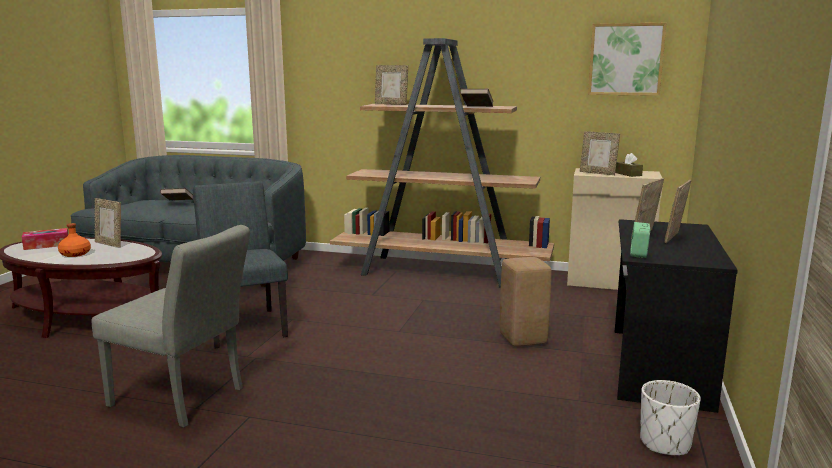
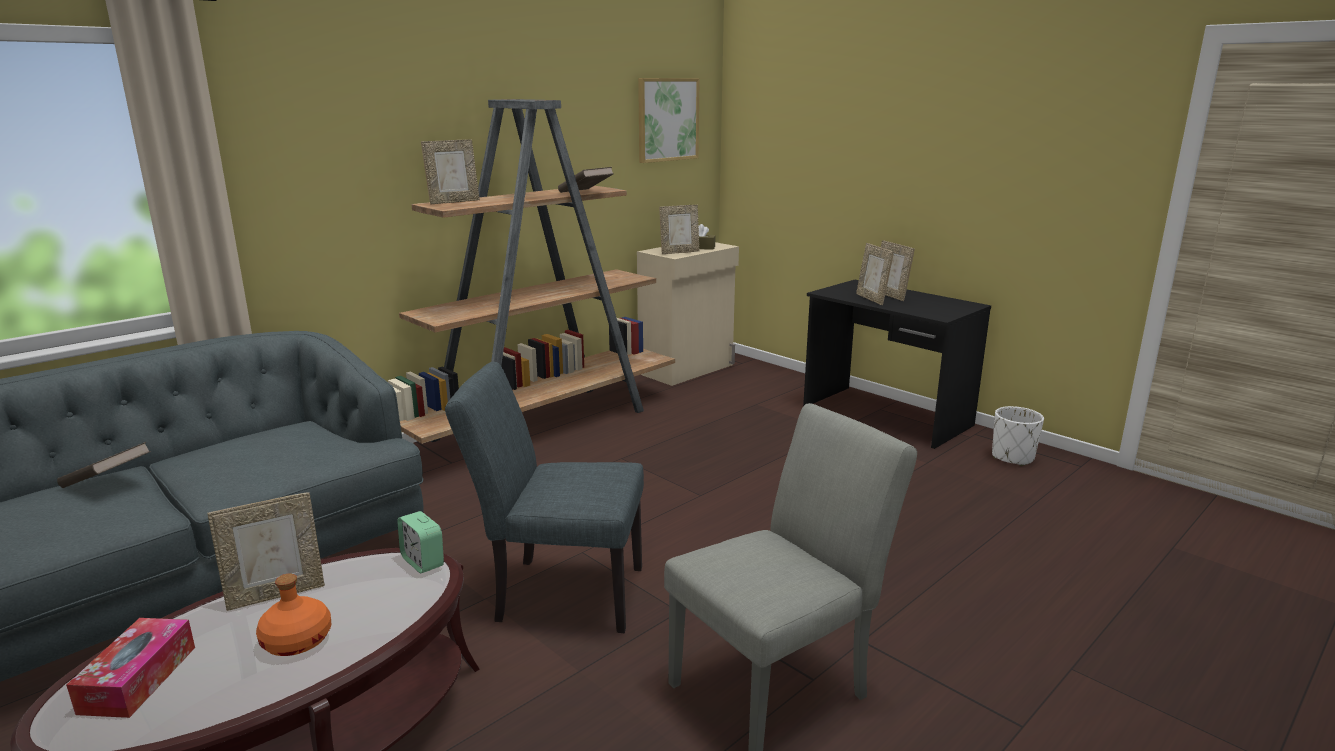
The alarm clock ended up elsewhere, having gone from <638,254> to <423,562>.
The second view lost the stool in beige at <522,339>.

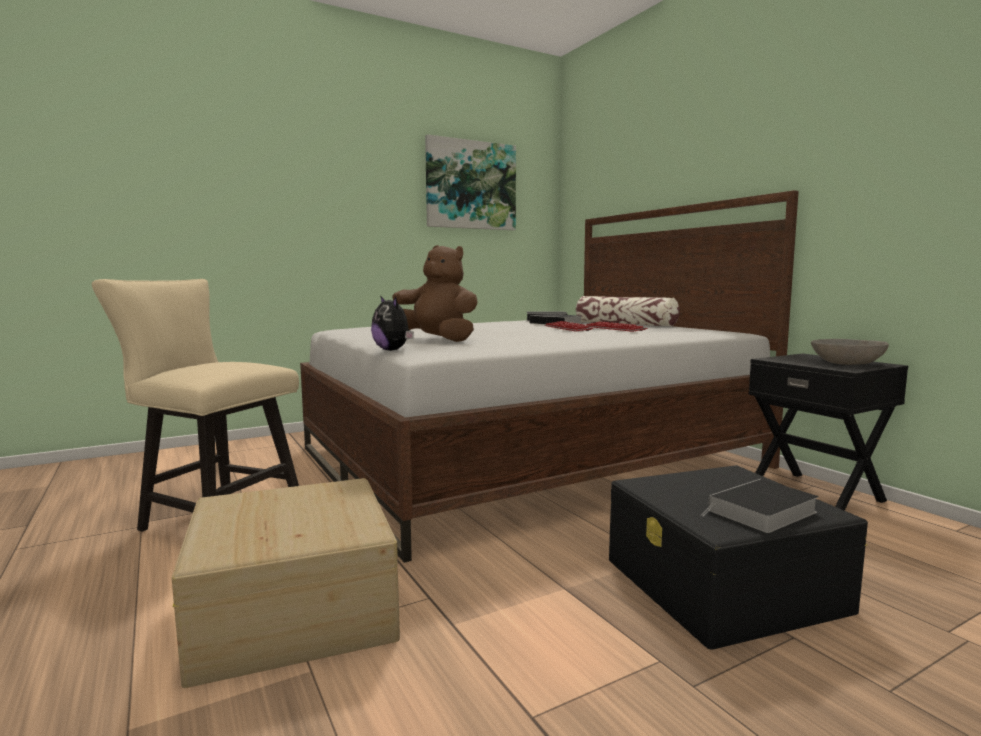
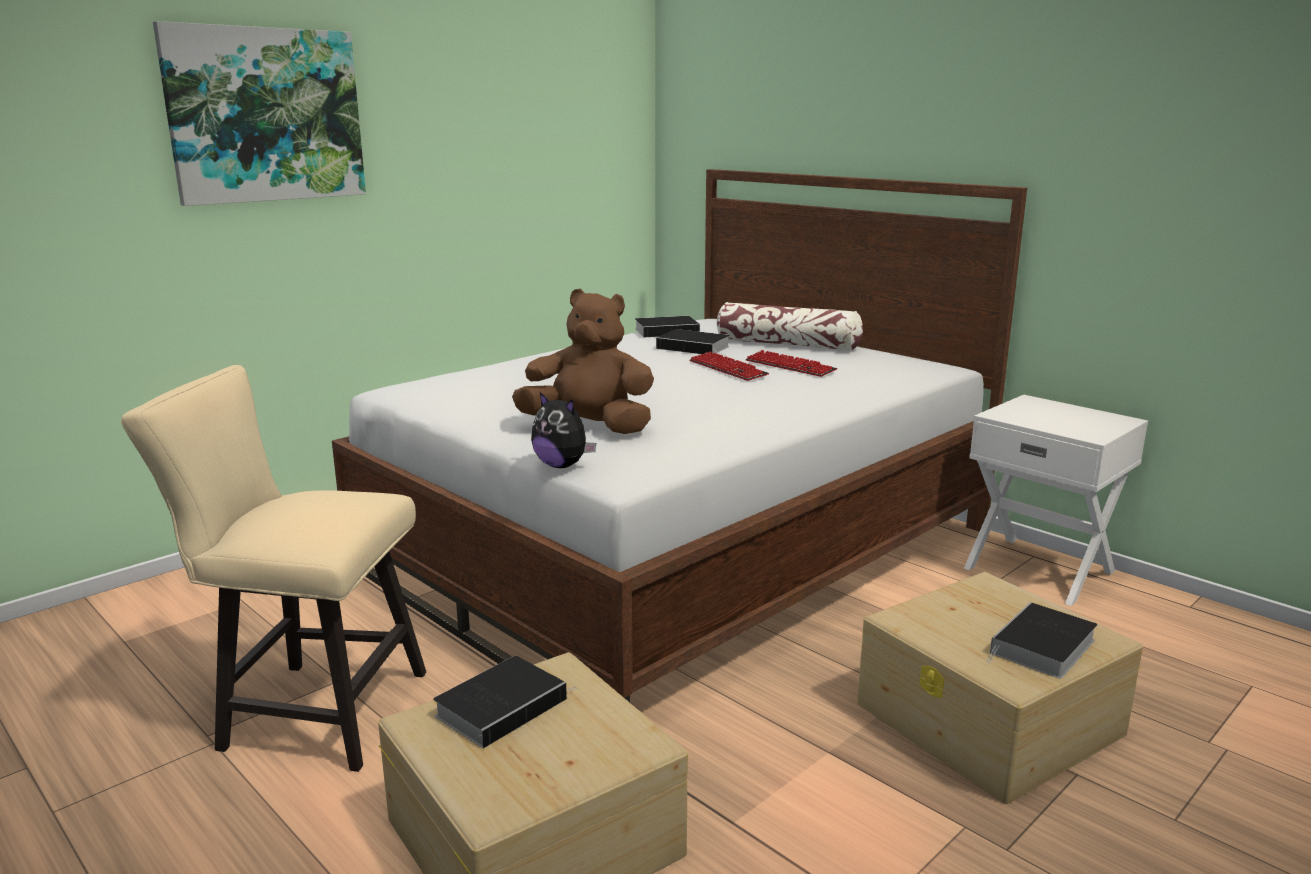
The picture ended up elsewhere, having gone from <471,185> to <266,115>.
The second view lost the bowl in grey at <846,363>.
What was the nightstand in black at <816,493> turned into the nightstand in white at <1040,569>.
What was the storage box in black at <723,585> turned into the storage box in beige at <989,719>.
The second view gained the book at <503,705>.

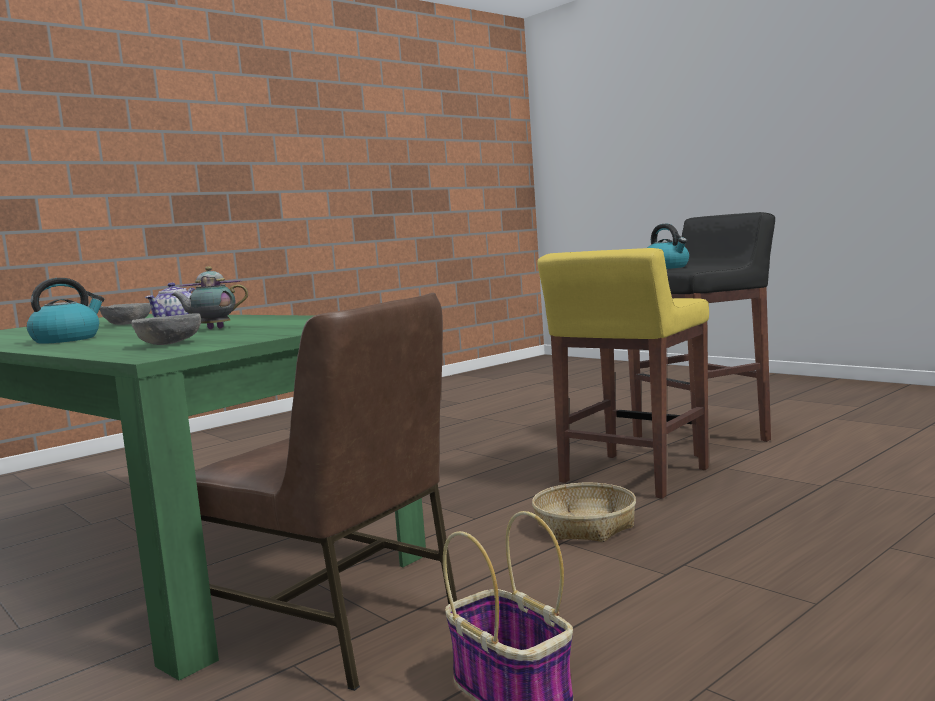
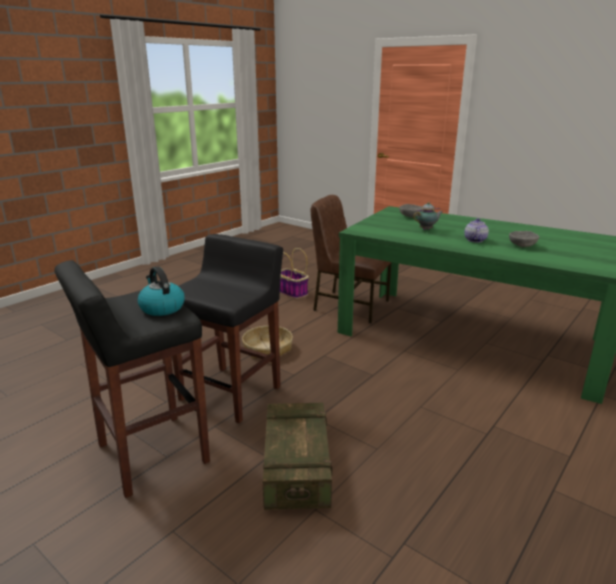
What was the stool in yellow at <632,476> turned into the stool in black at <231,393>.
The second view lost the kettle at <67,339>.
The second view gained the crate at <297,469>.

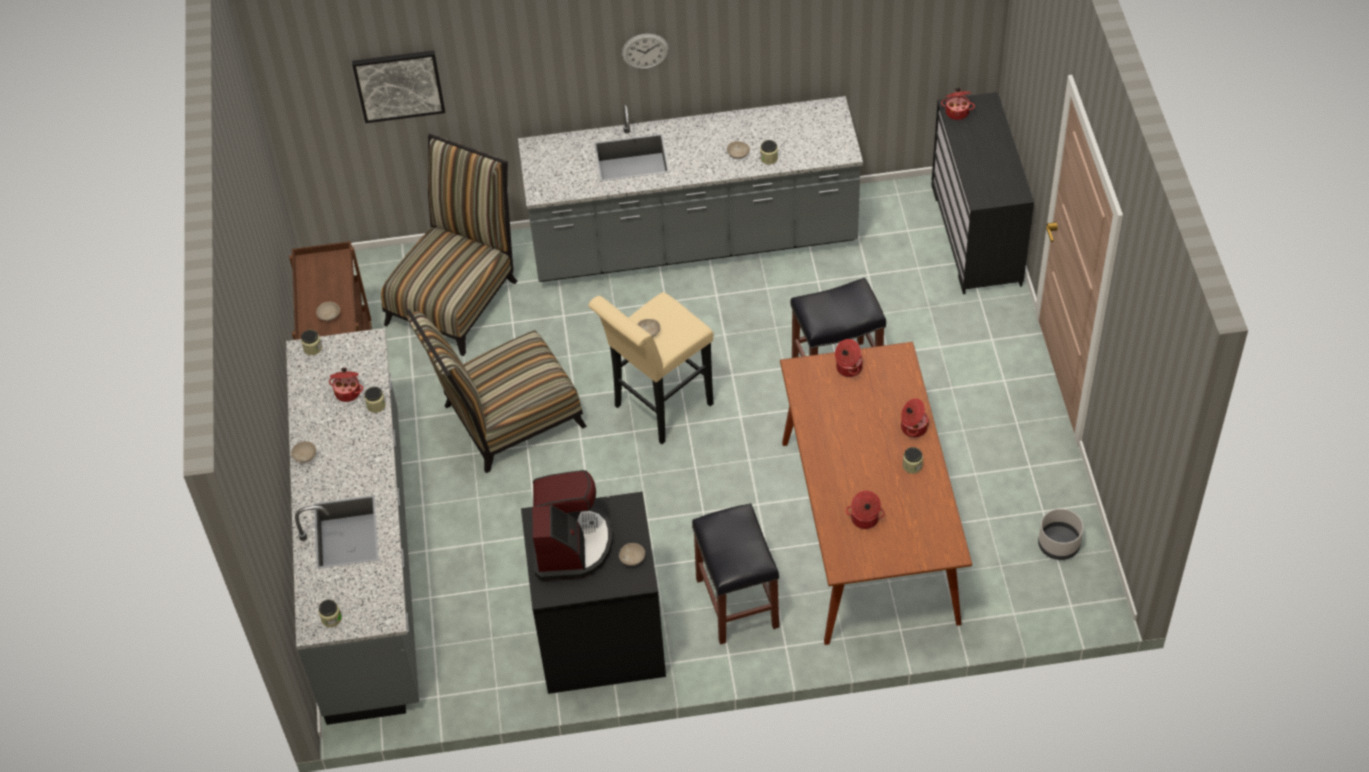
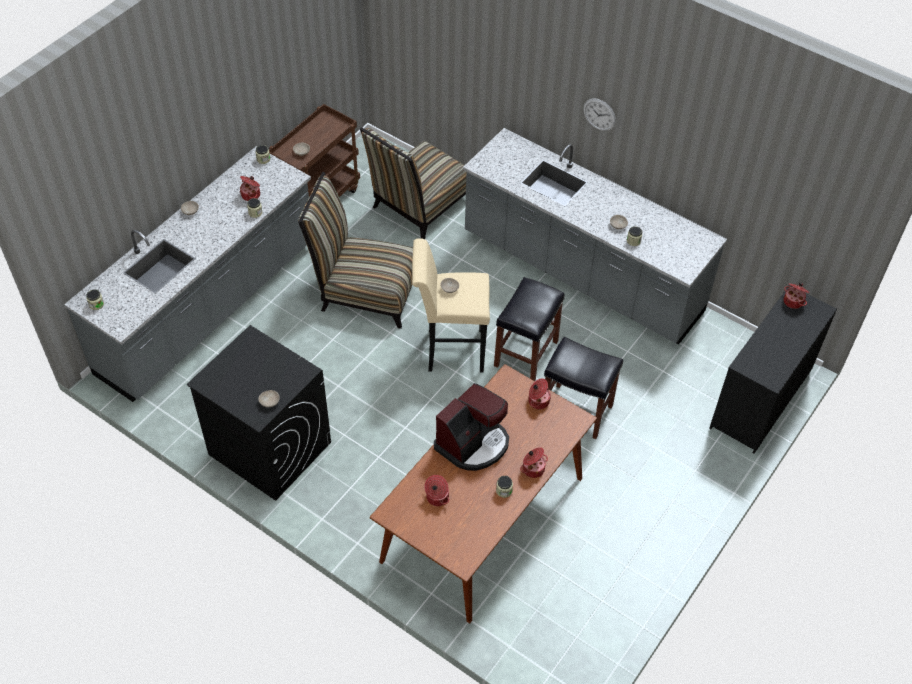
The second view lost the picture at <399,85>.
The chair at <456,296> ended up facing another way, 150 degrees clockwise from before.
The coffee machine ended up elsewhere, having gone from <571,545> to <473,443>.
The stool in black ended up elsewhere, having gone from <736,602> to <526,353>.
The second view lost the planter in grey at <1058,544>.

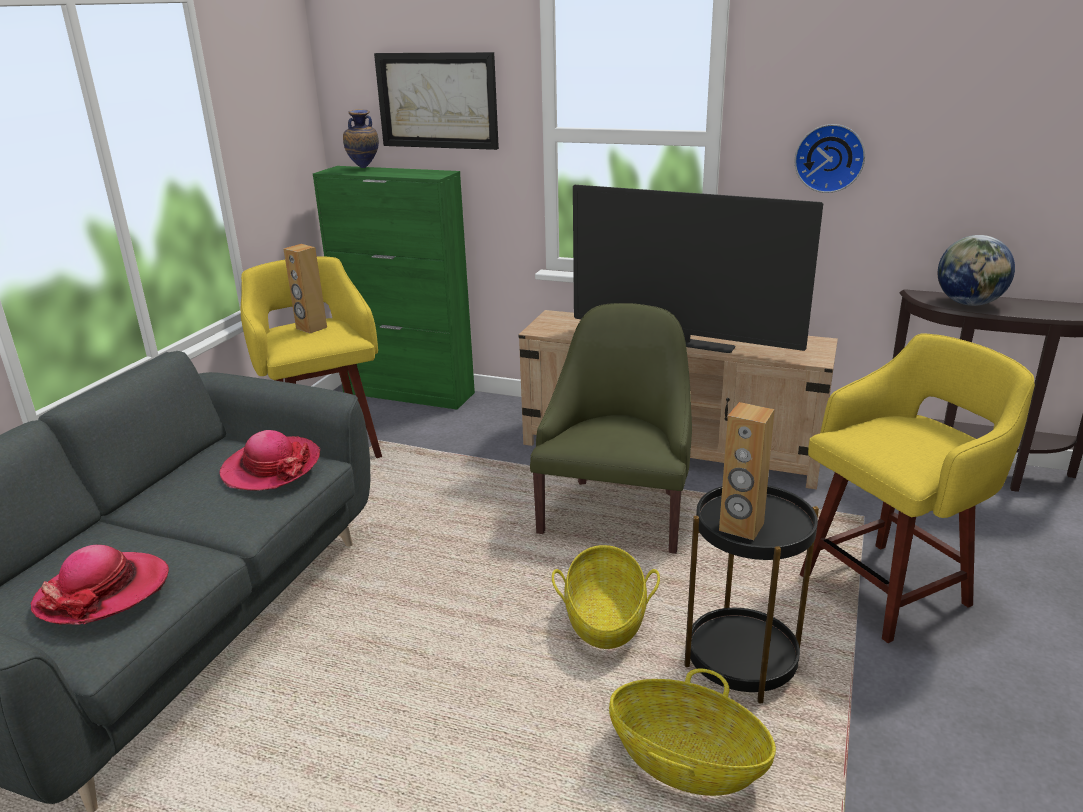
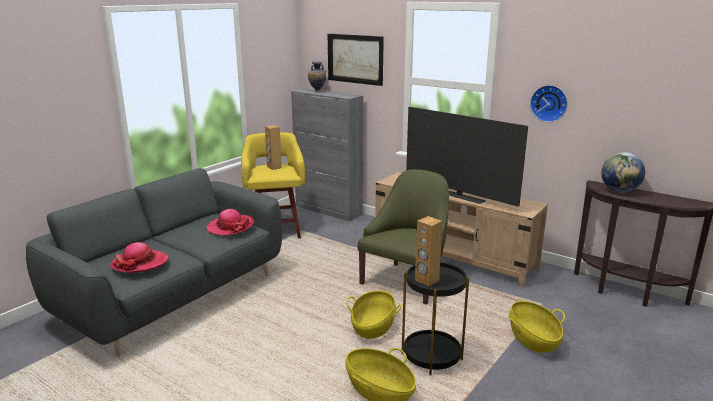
What was the cabinet in green at <409,393> turned into the cabinet in grey at <328,210>.
Where the stool in yellow stood at <888,588>, the basket came to stand at <533,339>.

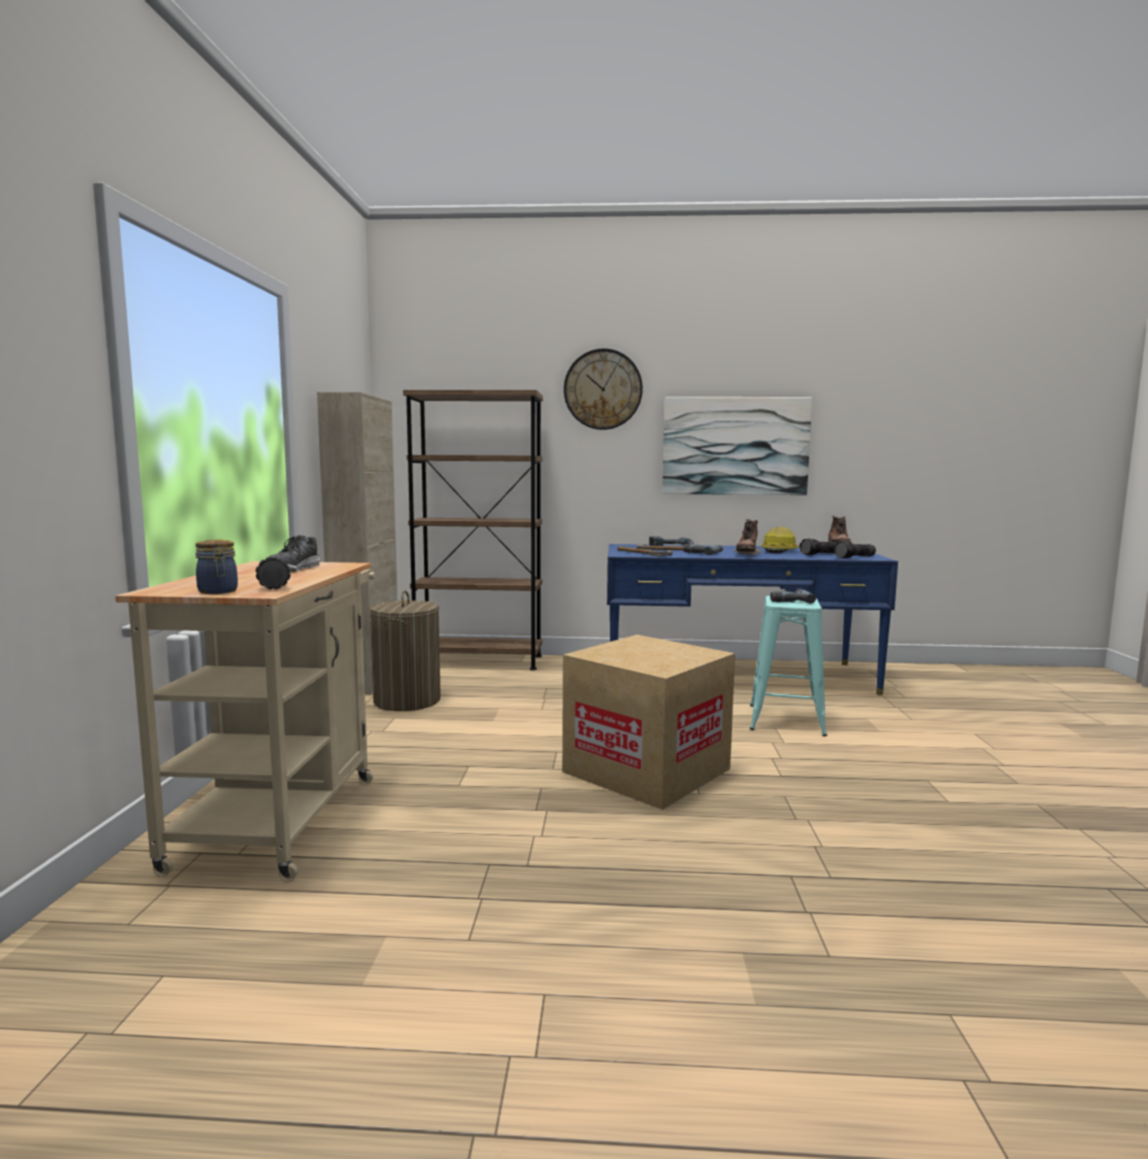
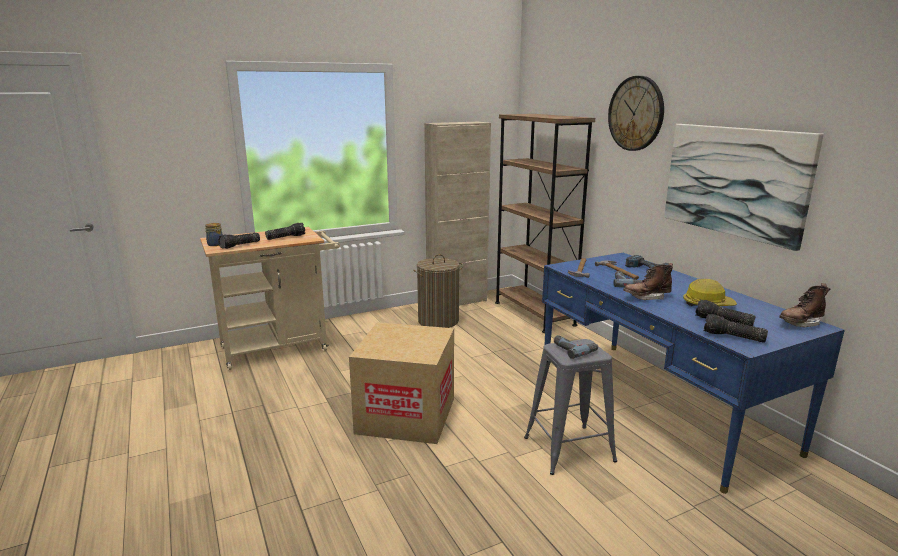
Where the shoe stood at <294,569>, the flashlight came to stand at <286,237>.
What was the stool in turquoise at <786,720> turned into the stool in grey at <569,449>.

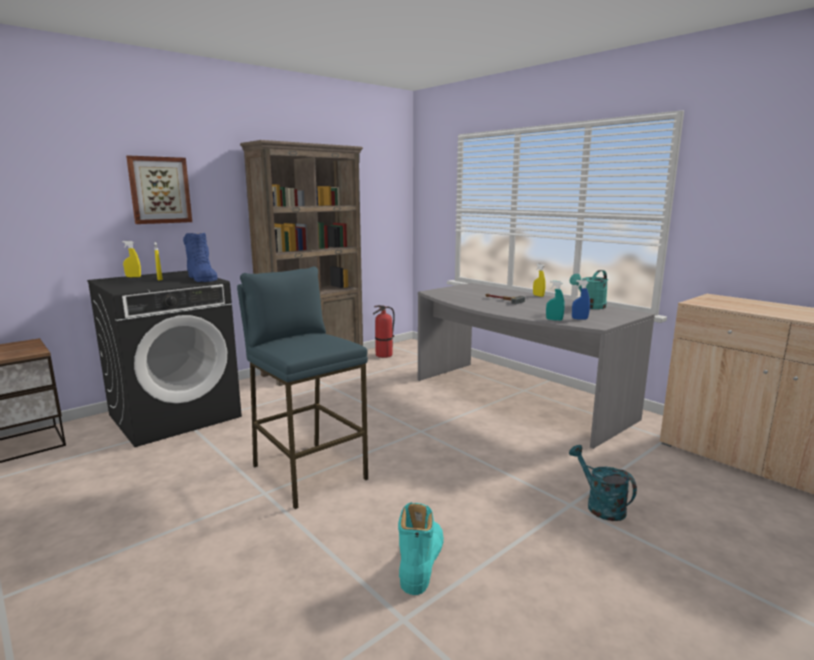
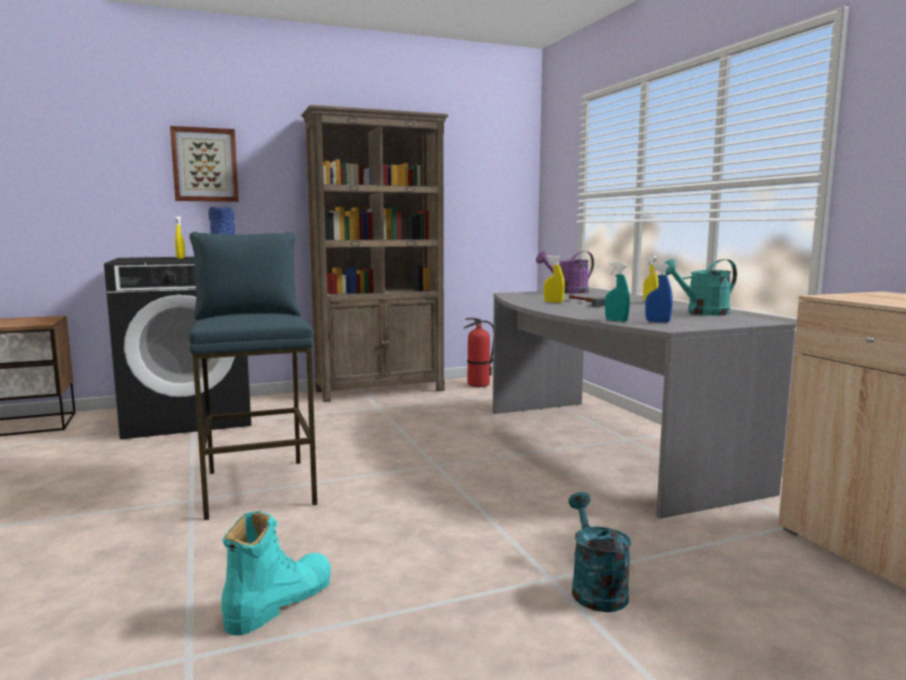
The spray bottle in yellow ended up elsewhere, having gone from <133,277> to <553,302>.
The second view gained the watering can in purple at <568,292>.

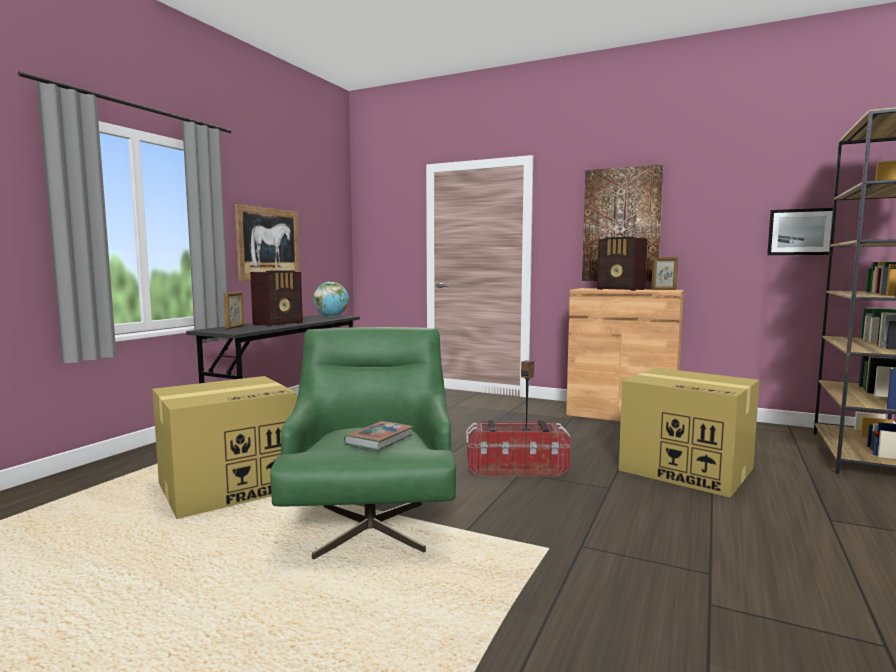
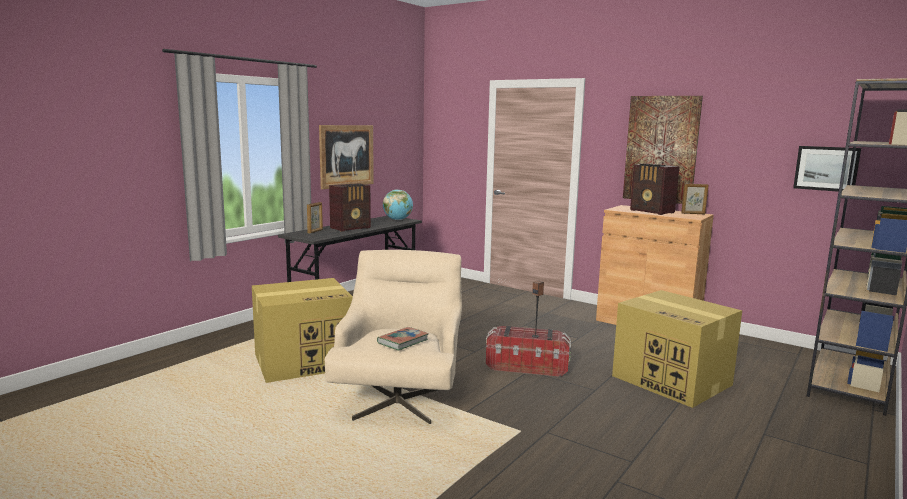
What was the armchair in green at <371,520> turned into the armchair in beige at <400,397>.

